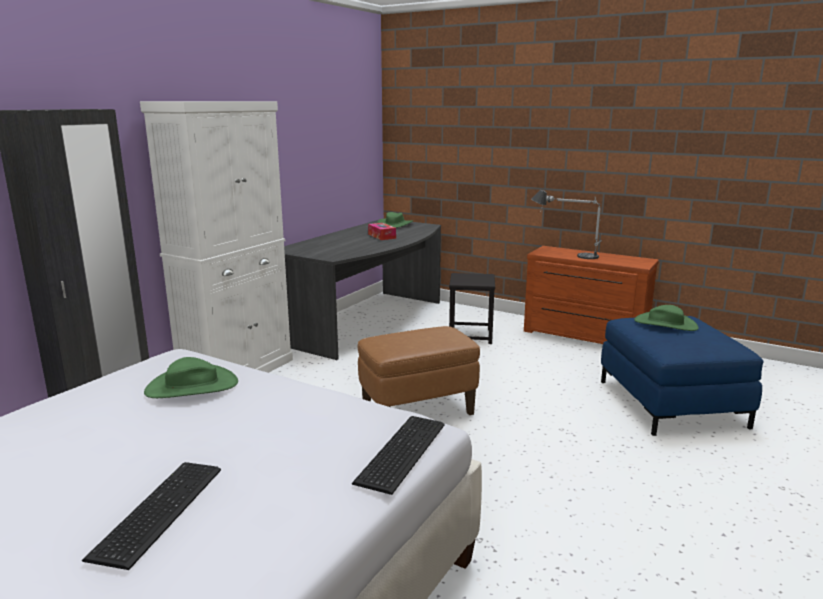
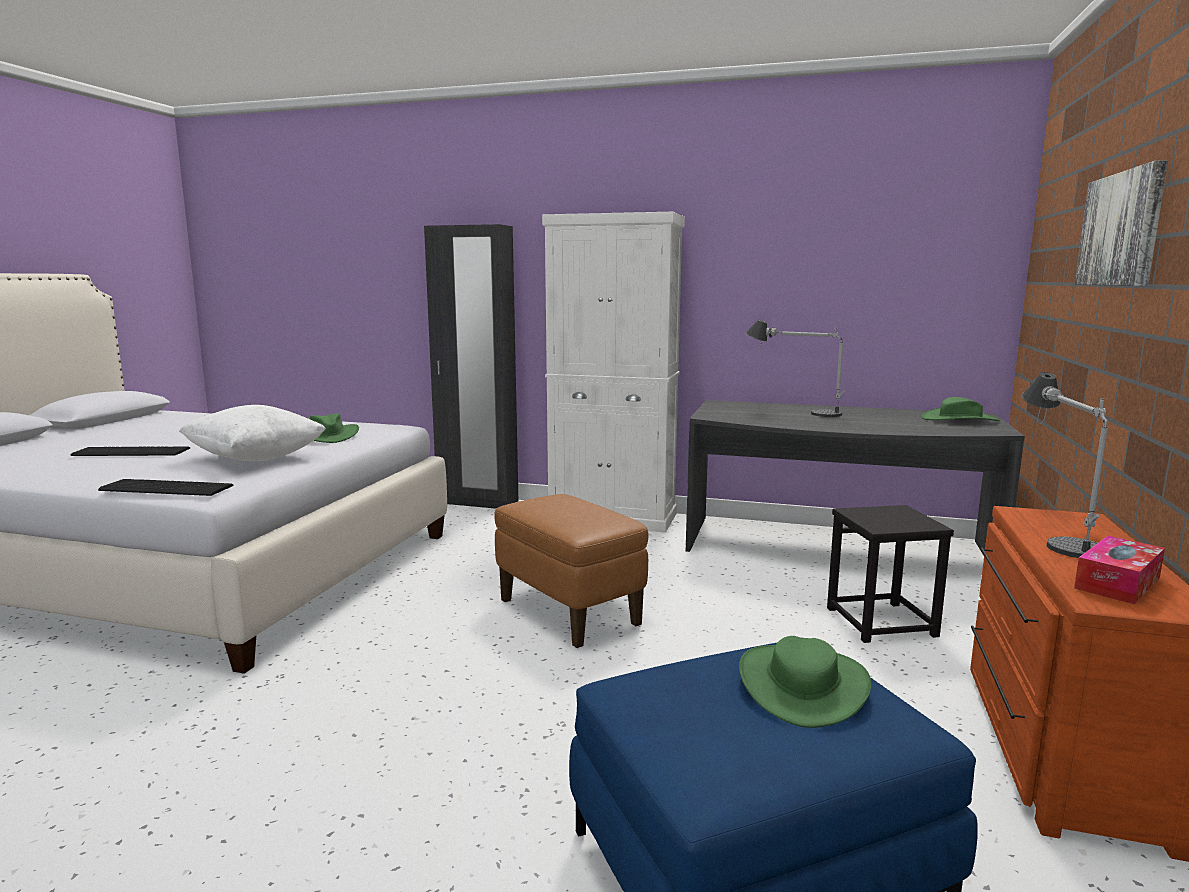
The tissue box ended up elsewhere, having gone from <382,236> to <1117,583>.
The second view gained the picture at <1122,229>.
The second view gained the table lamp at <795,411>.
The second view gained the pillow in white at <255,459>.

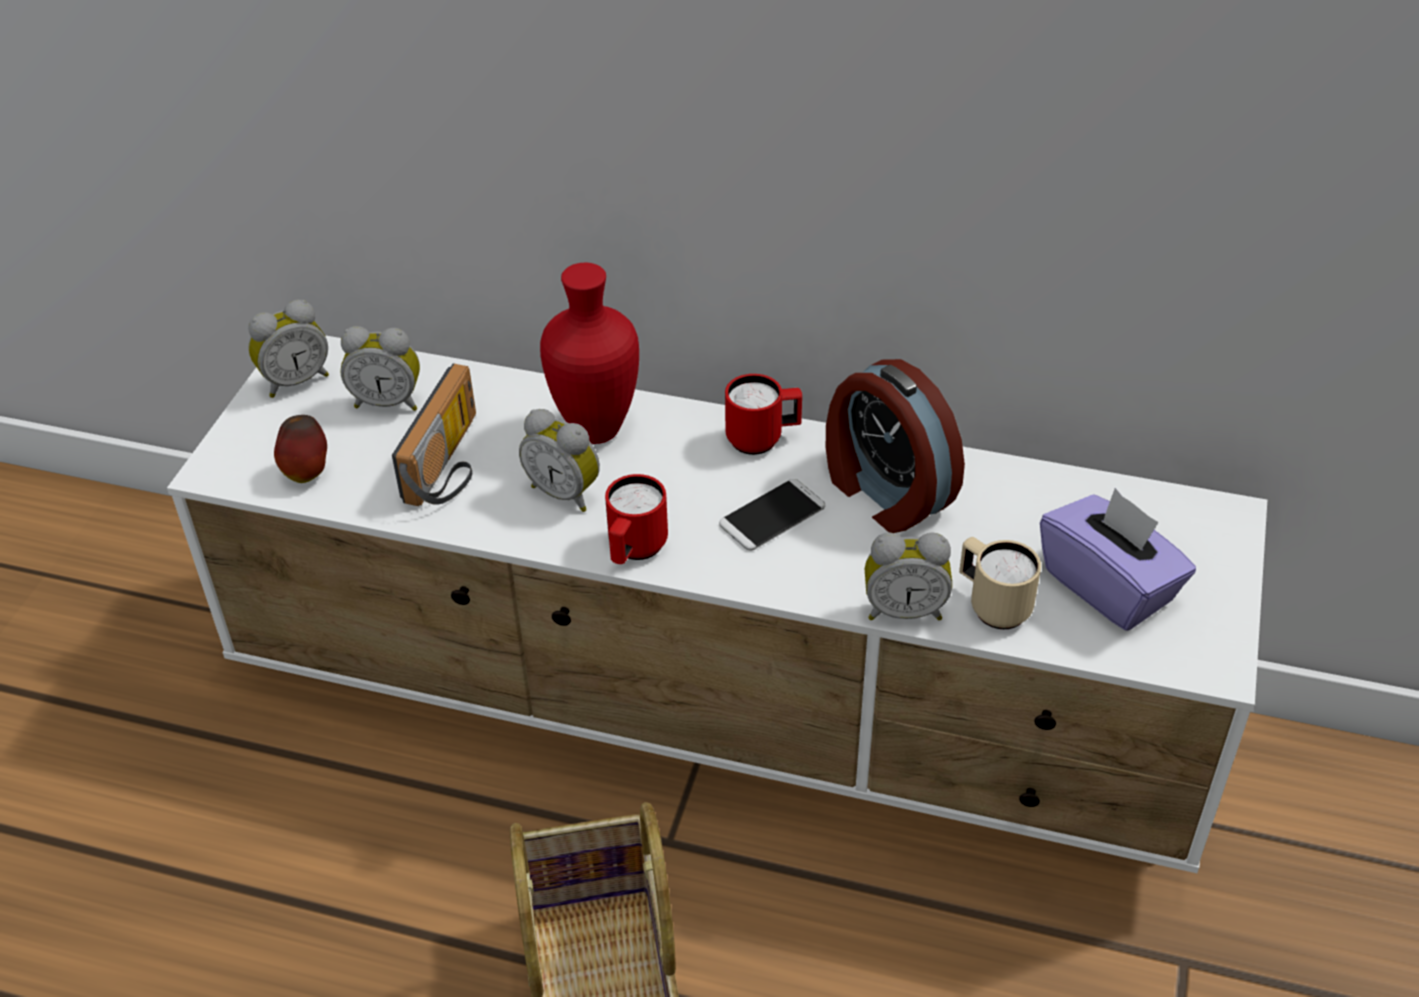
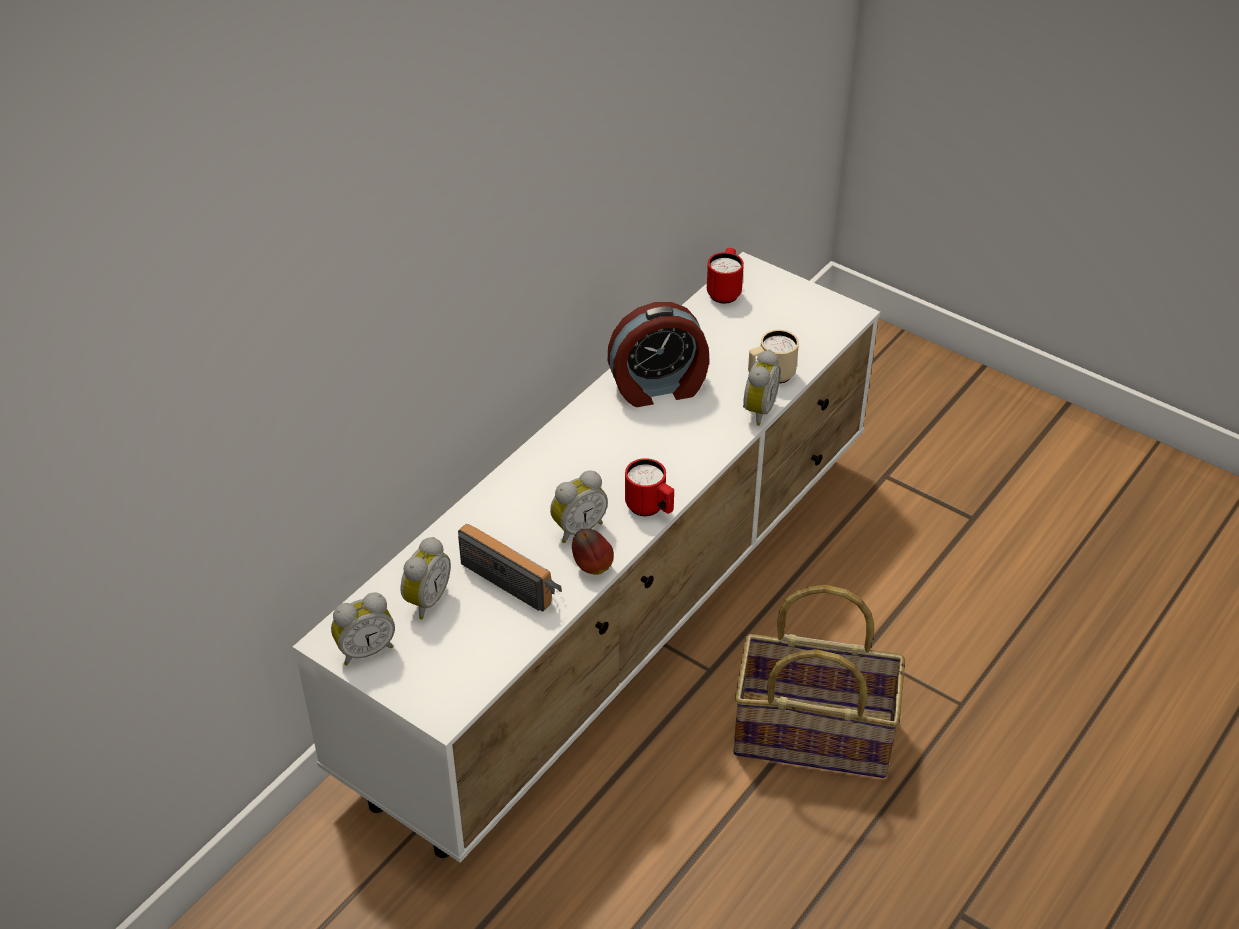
The second view lost the vase in red at <599,430>.
The alarm clock at <295,380> ended up facing another way, 75 degrees clockwise from before.
The mug in red ended up elsewhere, having gone from <763,439> to <725,291>.
The apple ended up elsewhere, having gone from <307,473> to <592,568>.
The second view lost the phone at <772,516>.
The second view lost the tissue box in purple at <1109,586>.

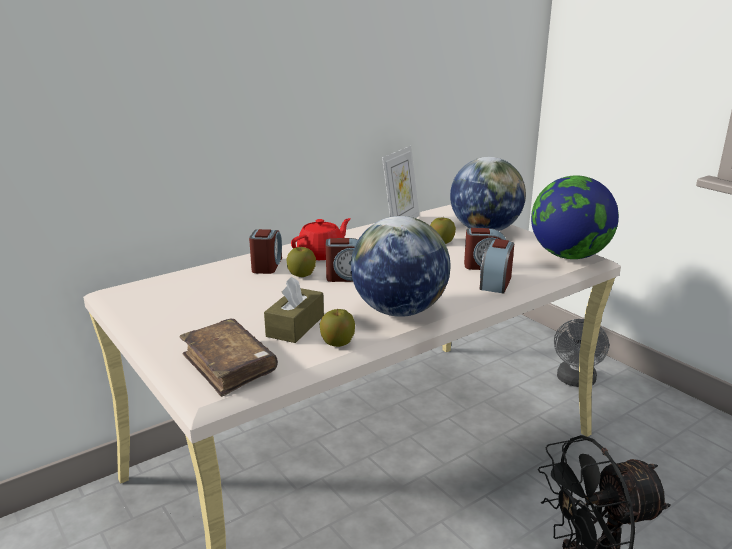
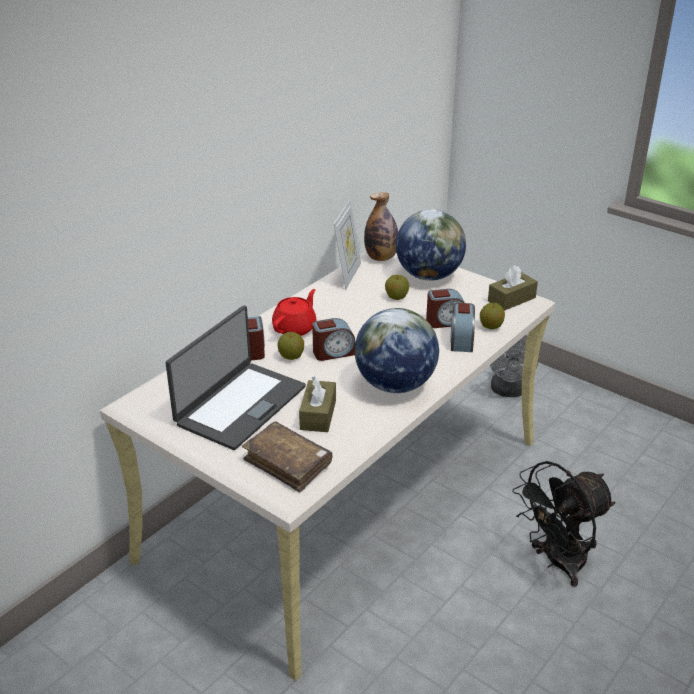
Where the globe stood at <569,256>, the tissue box in brown came to stand at <511,299>.
The apple ended up elsewhere, having gone from <337,343> to <491,326>.
The second view gained the bottle at <381,258>.
The second view gained the laptop at <239,405>.

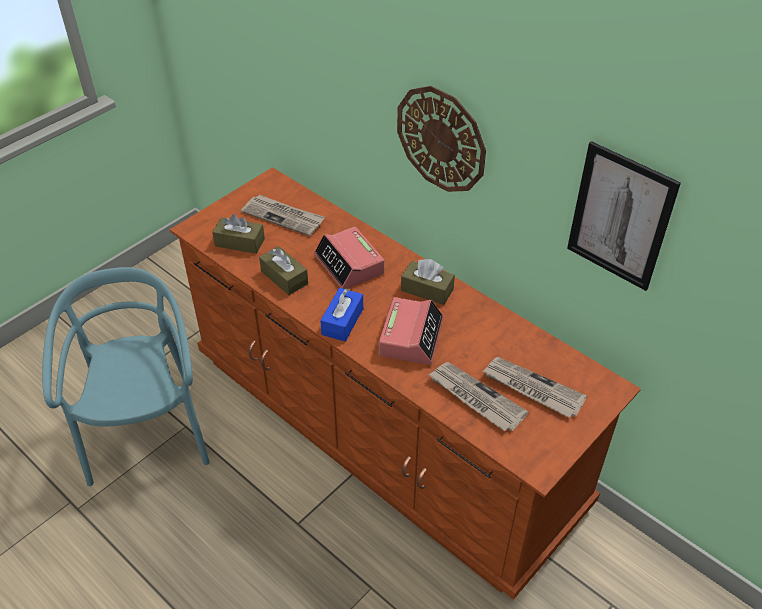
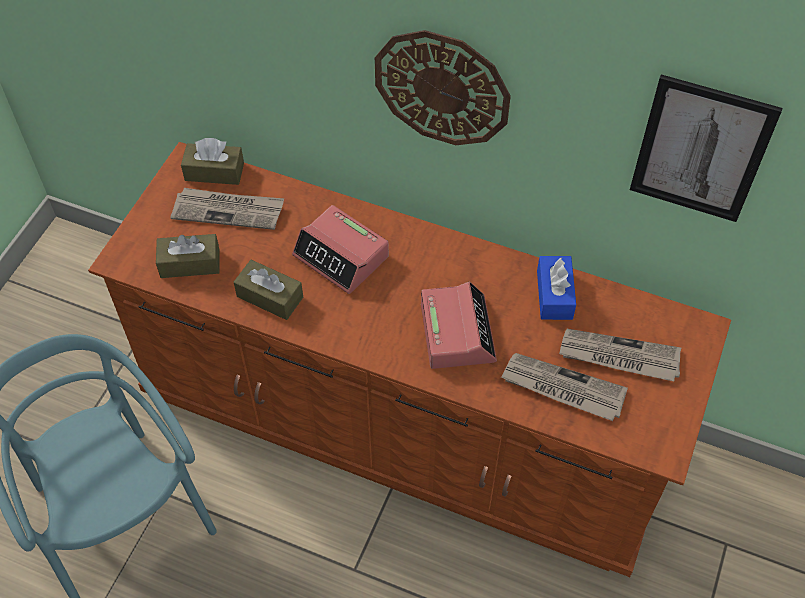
The tissue box in brown ended up elsewhere, having gone from <427,290> to <214,172>.
The tissue box in blue ended up elsewhere, having gone from <342,321> to <554,295>.

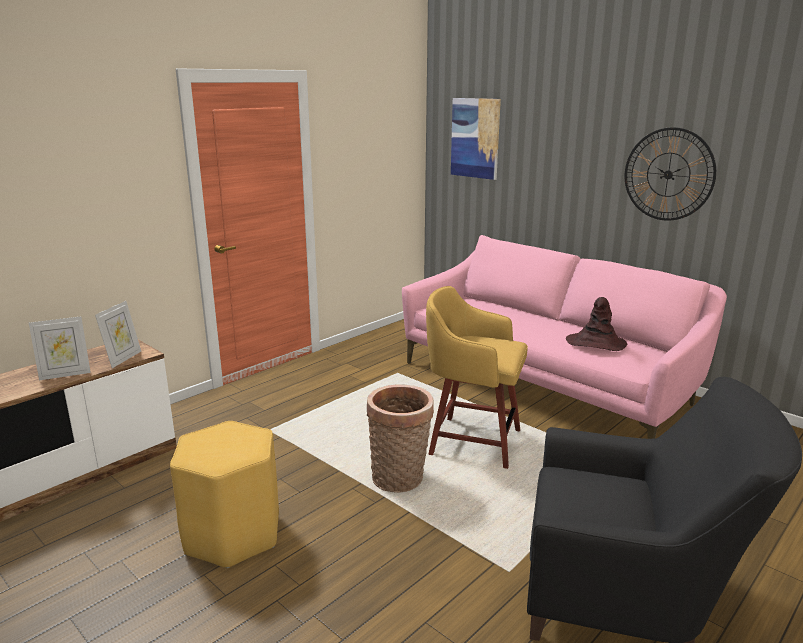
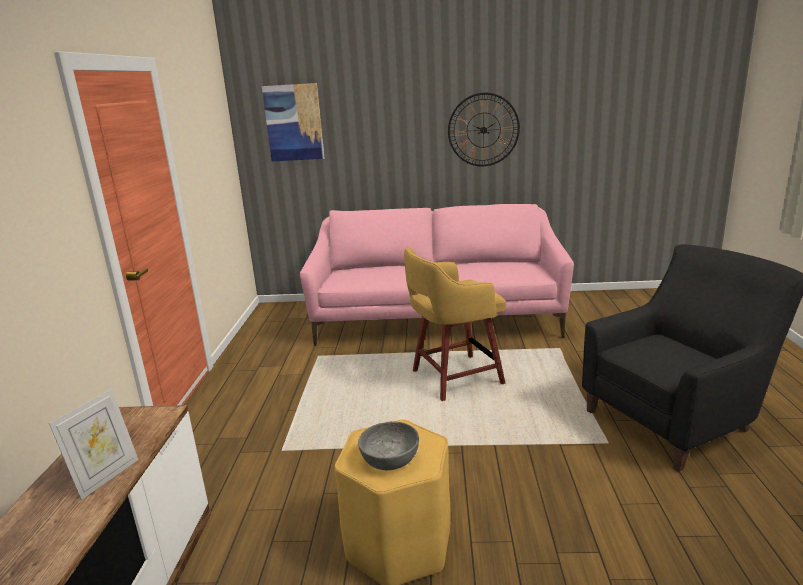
The second view lost the hat in brown at <595,343>.
The second view lost the picture frame at <123,359>.
The second view lost the basket at <400,479>.
The second view gained the bowl in grey at <389,459>.

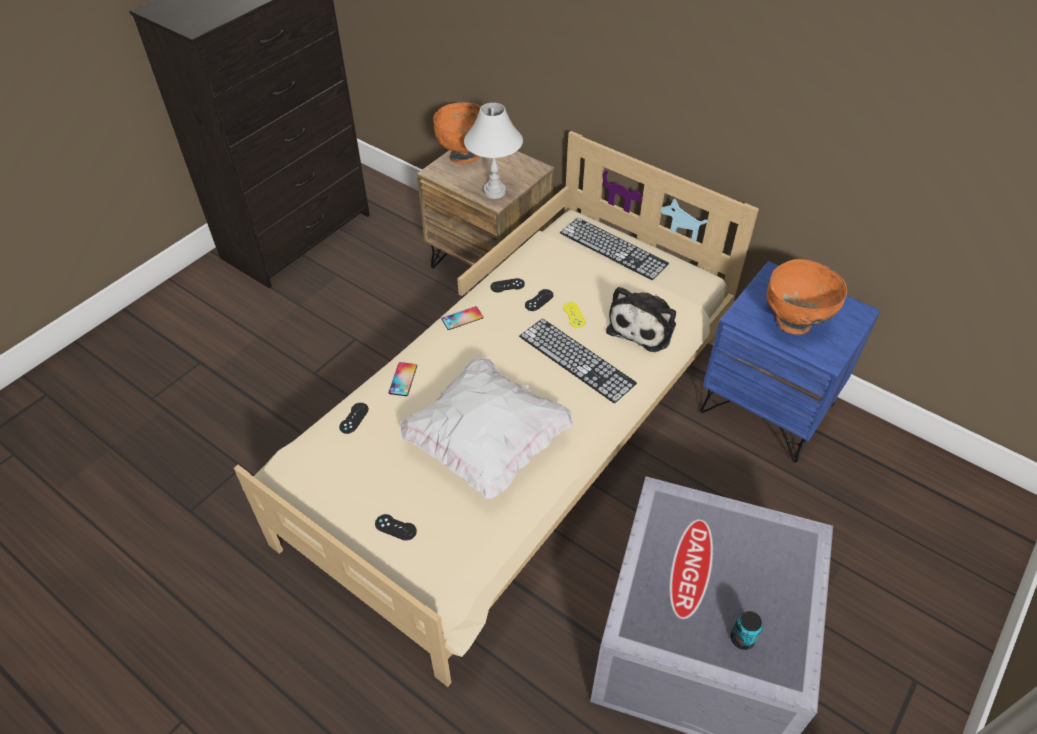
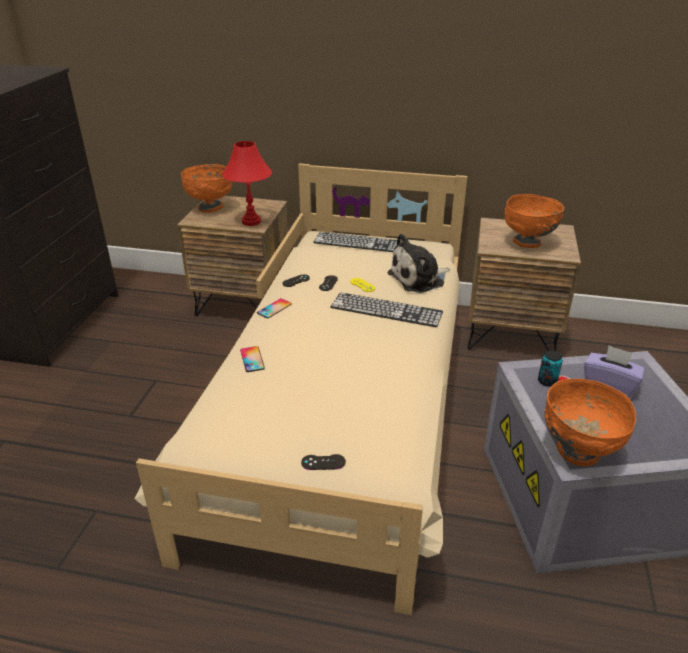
What was the table lamp in white at <494,191> turned into the table lamp in red at <251,222>.
What was the nightstand in blue at <767,407> turned into the nightstand in brown at <511,333>.
The plush toy at <643,326> ended up facing another way, 60 degrees clockwise from before.
The second view lost the pillow in white at <487,443>.
The second view lost the game controller in black at <354,418>.
The can ended up elsewhere, having gone from <742,638> to <547,381>.
The second view gained the tissue box in purple at <609,385>.
The second view gained the bowl in orange at <577,452>.

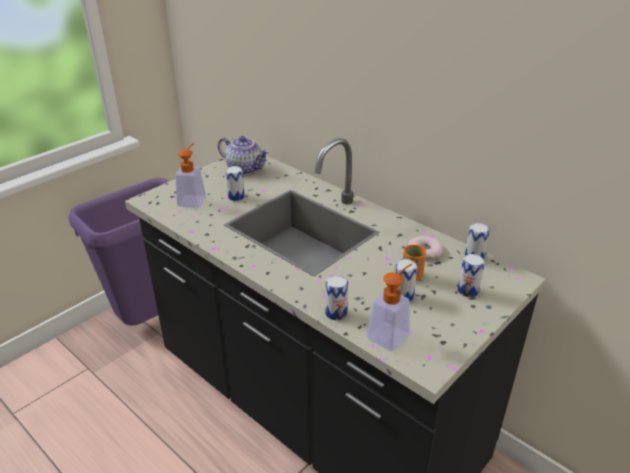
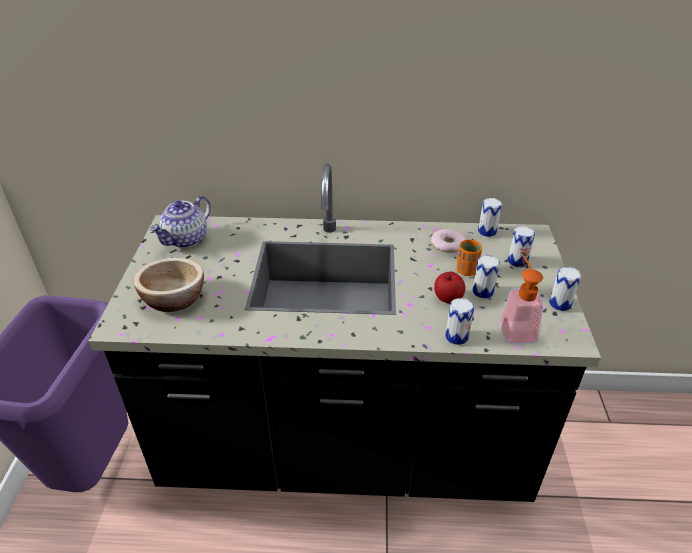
The teapot at <245,169> ended up facing another way, 135 degrees clockwise from before.
Where the soap dispenser stood at <193,199>, the bowl came to stand at <174,298>.
The can ended up elsewhere, having gone from <236,197> to <560,304>.
The second view gained the apple at <448,298>.

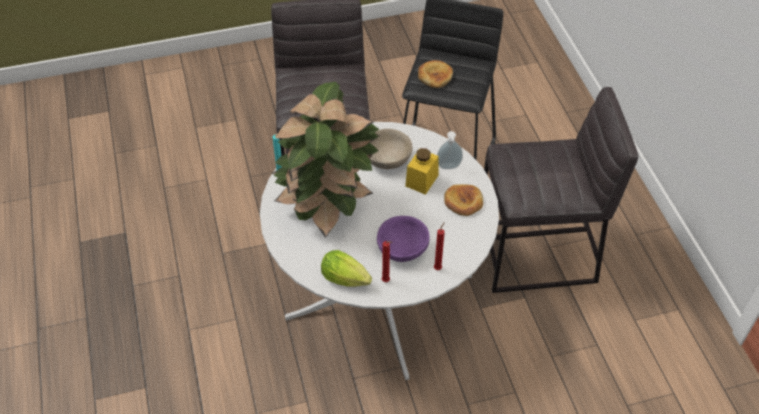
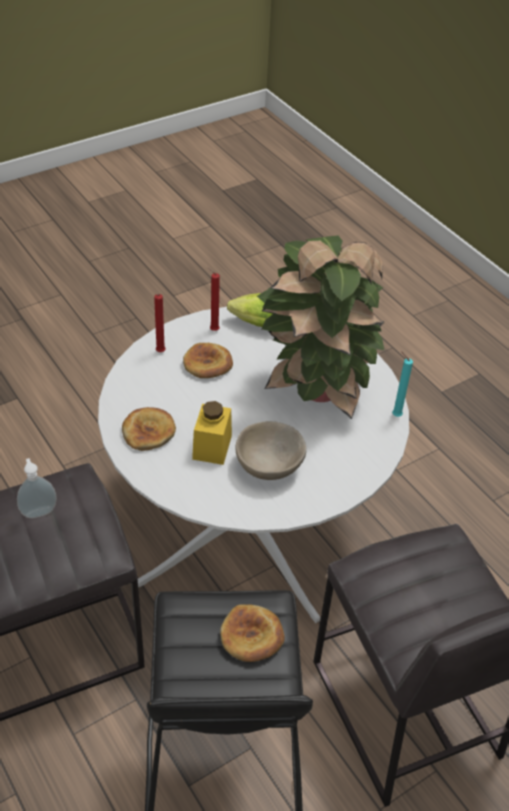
The soap dispenser ended up elsewhere, having gone from <448,167> to <38,511>.
Where the bowl in purple stood at <402,249>, the bread came to stand at <207,364>.

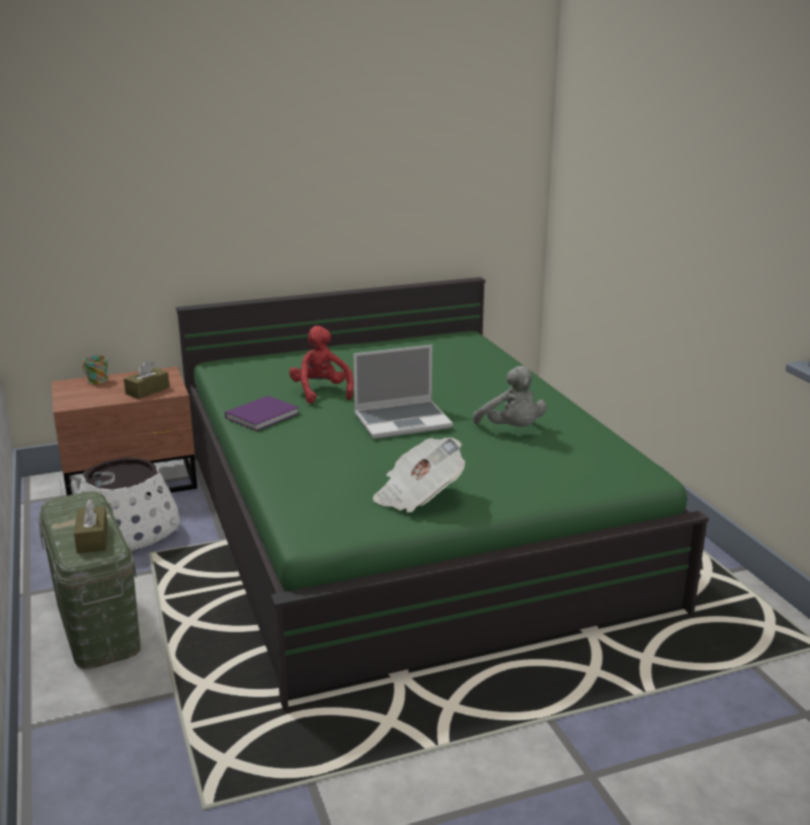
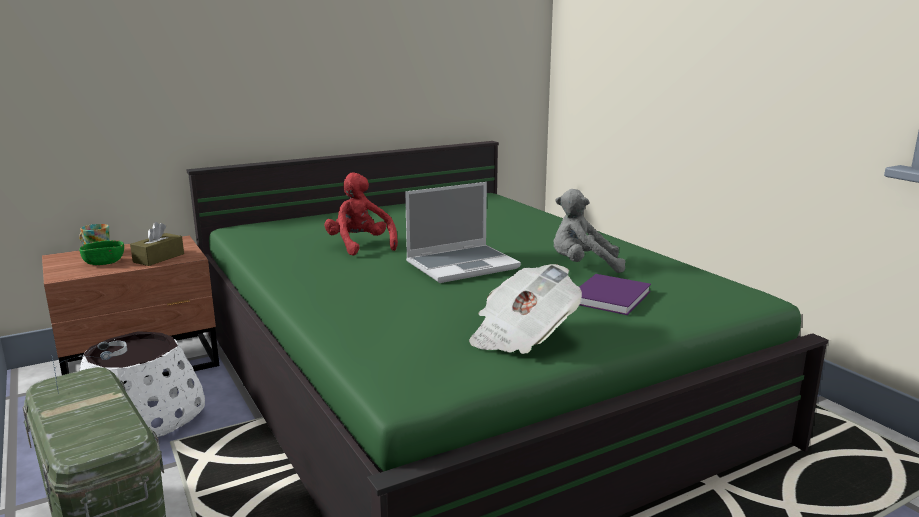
The plush toy in grey at <512,429> ended up facing another way, 135 degrees clockwise from before.
The book in purple ended up elsewhere, having gone from <264,415> to <611,296>.
The second view lost the tissue box in brown at <92,539>.
The second view gained the bowl in green at <104,262>.

